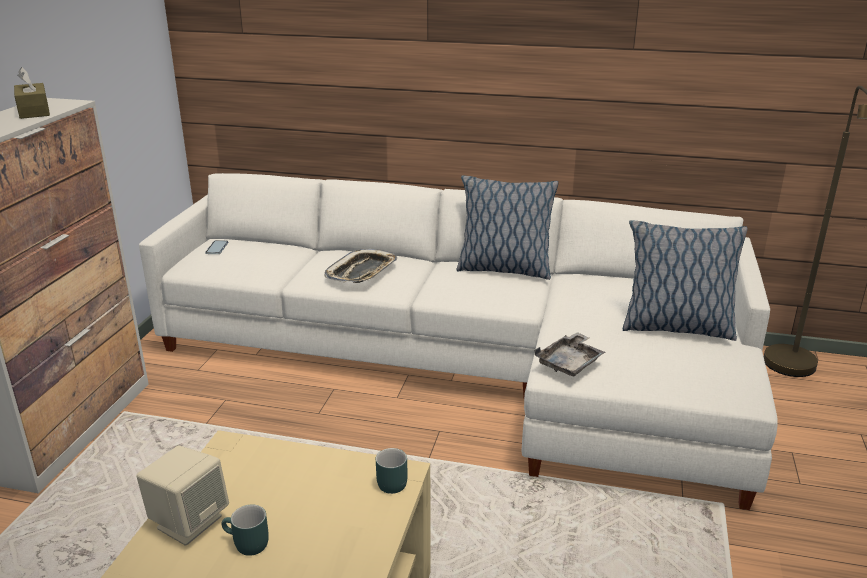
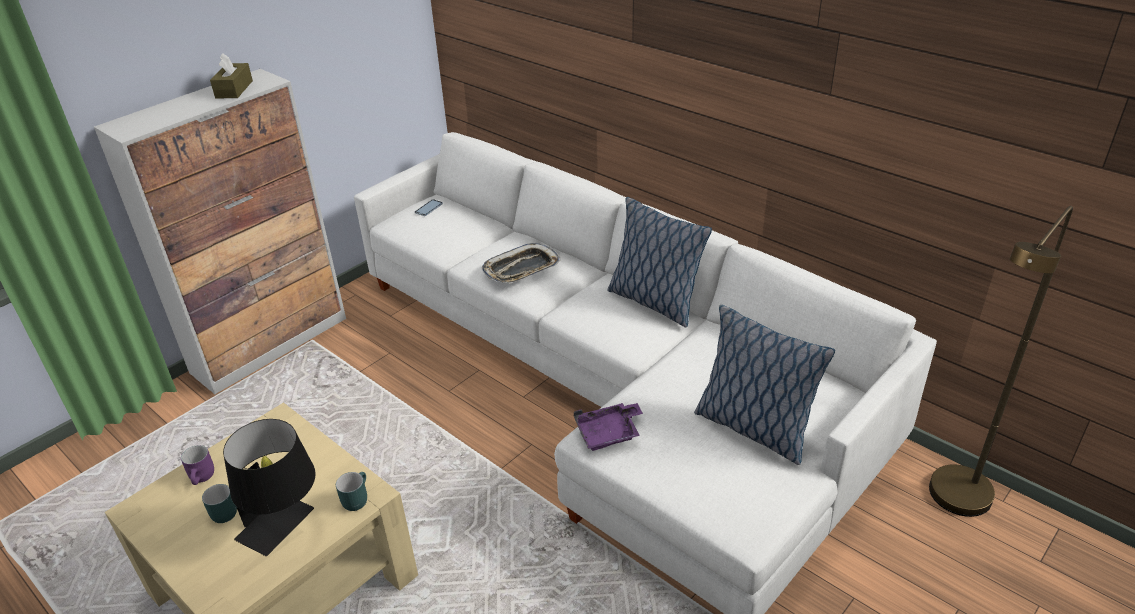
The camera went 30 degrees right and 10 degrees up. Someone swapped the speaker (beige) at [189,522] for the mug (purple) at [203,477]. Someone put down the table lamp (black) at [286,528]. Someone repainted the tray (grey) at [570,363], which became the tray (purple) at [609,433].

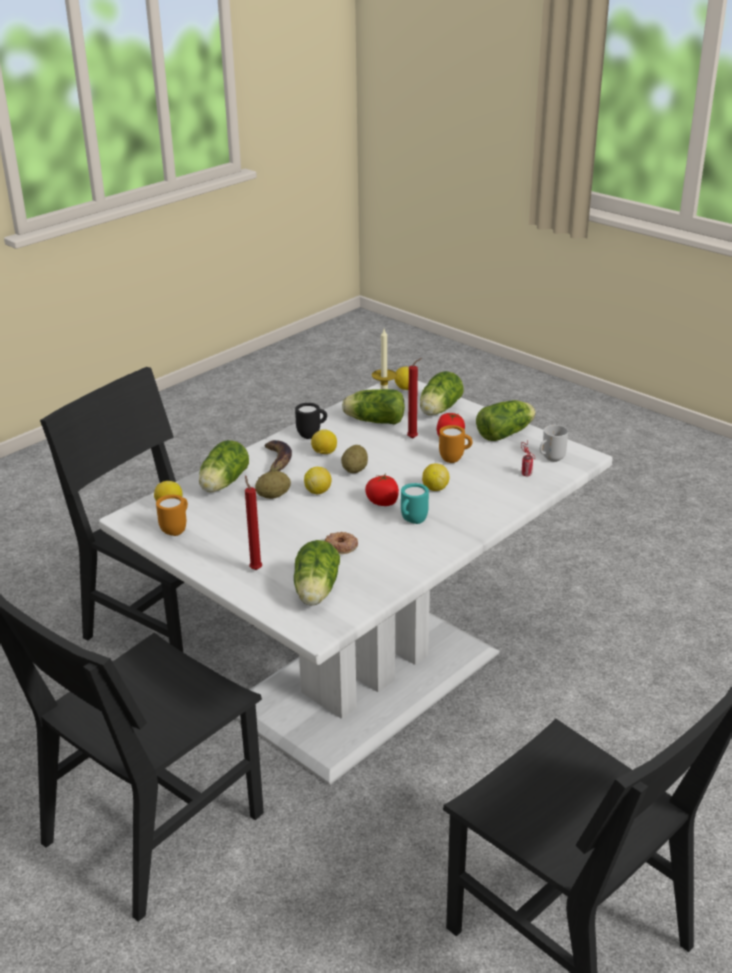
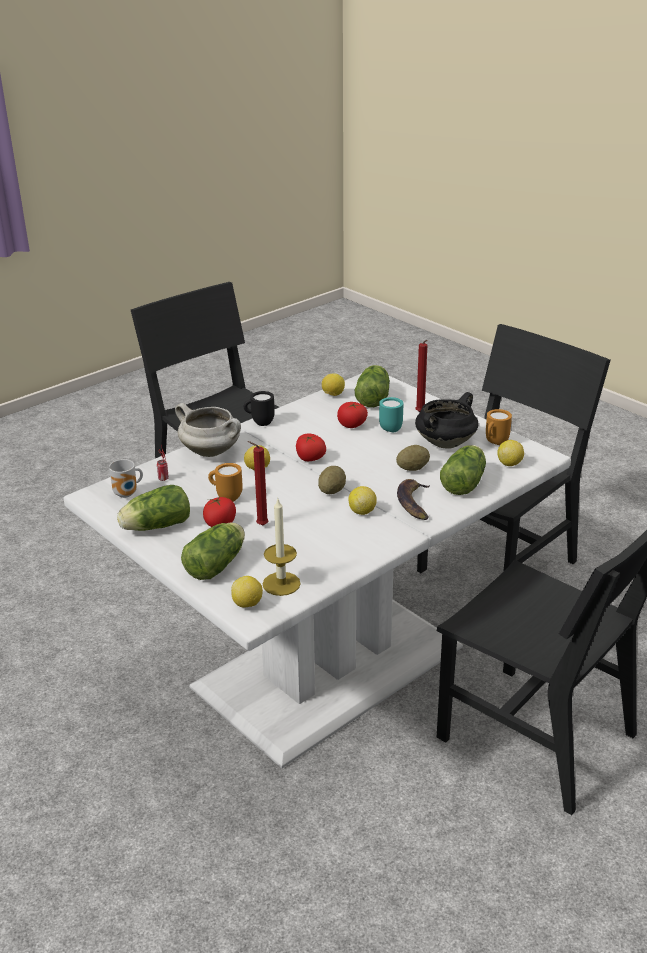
The camera went 175 degrees left and 0 degrees up. Someone put down the cooking pot (white) at [211,452]. Someone carried the mug (black) from [312,435] to [259,423]. Someone carried the lemon from [318,491] to [333,395]. Someone swapped the donut at [341,546] for the tomato at [352,425]. Someone carried the mug (turquoise) from [412,522] to [393,428]. Someone put down the cooking pot (black) at [445,443]. Someone took away the lettuce at [373,421].

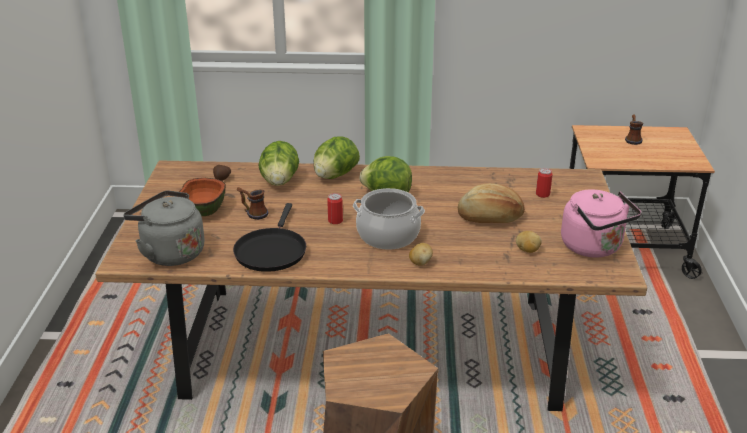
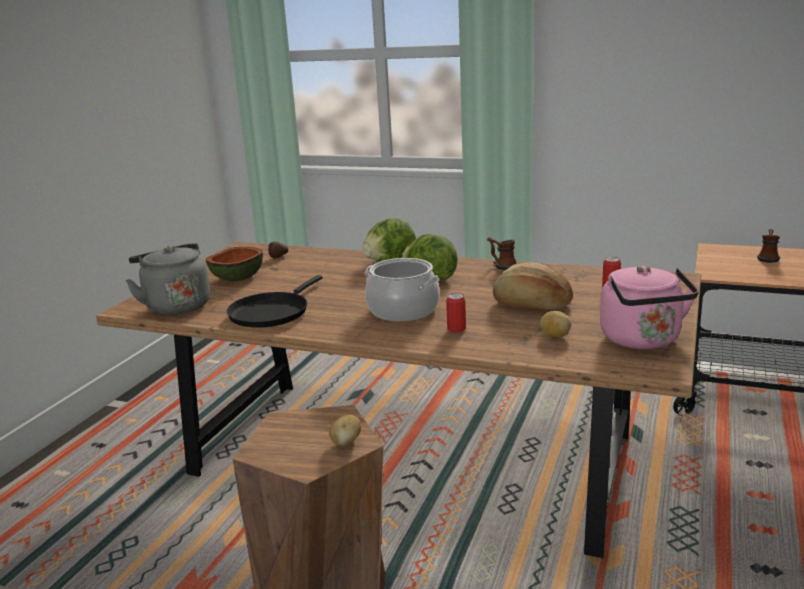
The camera went 20 degrees right and 10 degrees down. Someone carried the potato from [420,262] to [346,443]. Someone carried the can from [335,221] to [456,329]. Someone carried the mug from [253,213] to [501,265]. Someone took away the lettuce at [280,181].

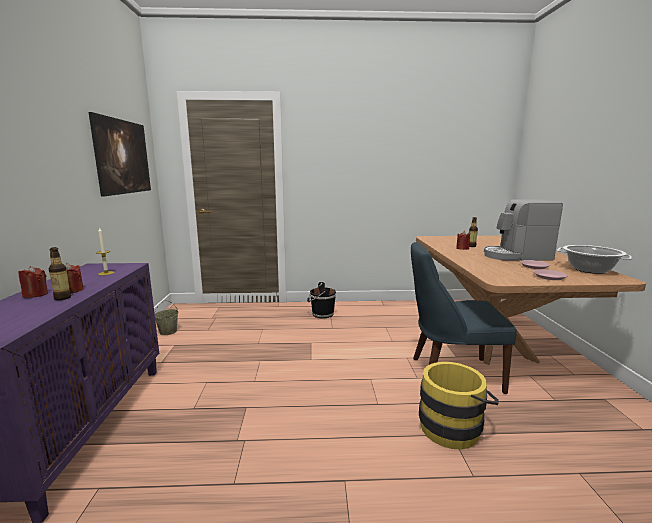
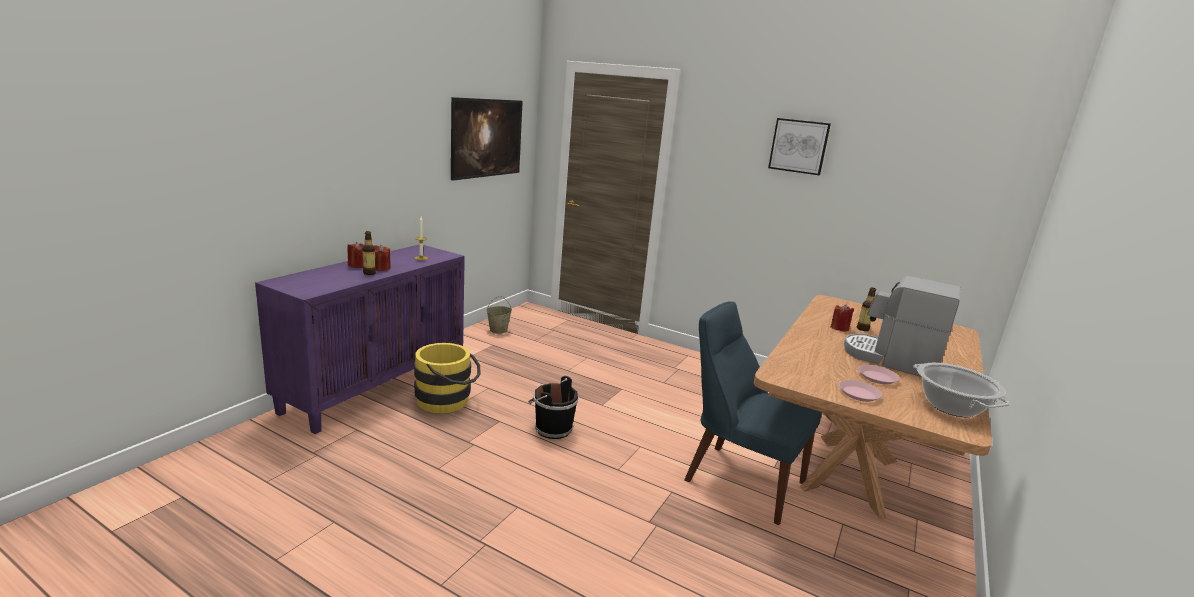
The camera went 30 degrees right and 5 degrees up. Someone carried the bucket (yellow) from [453,427] to [448,401]. Someone carried the bucket (black) from [321,314] to [551,428]. Someone put up the picture at [799,146].

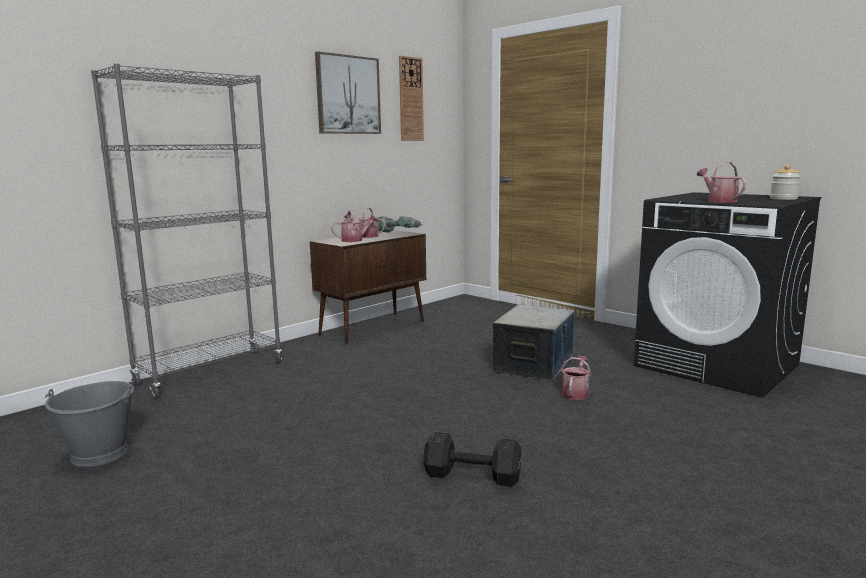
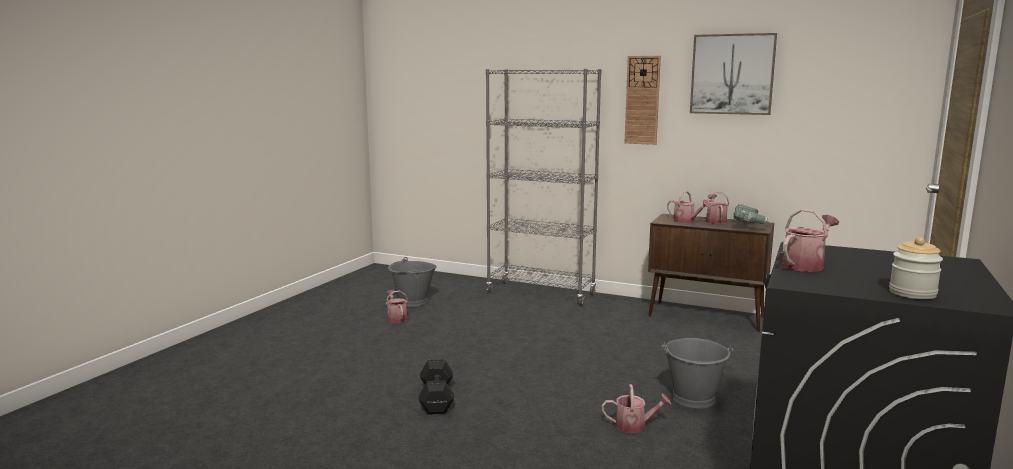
The camera went 70 degrees right and 0 degrees up. Someone put down the watering can at [396,318]. Someone carried the wall clock from [410,99] to [642,100]. Someone swapped the storage box at [534,364] for the bucket (grey) at [694,399].

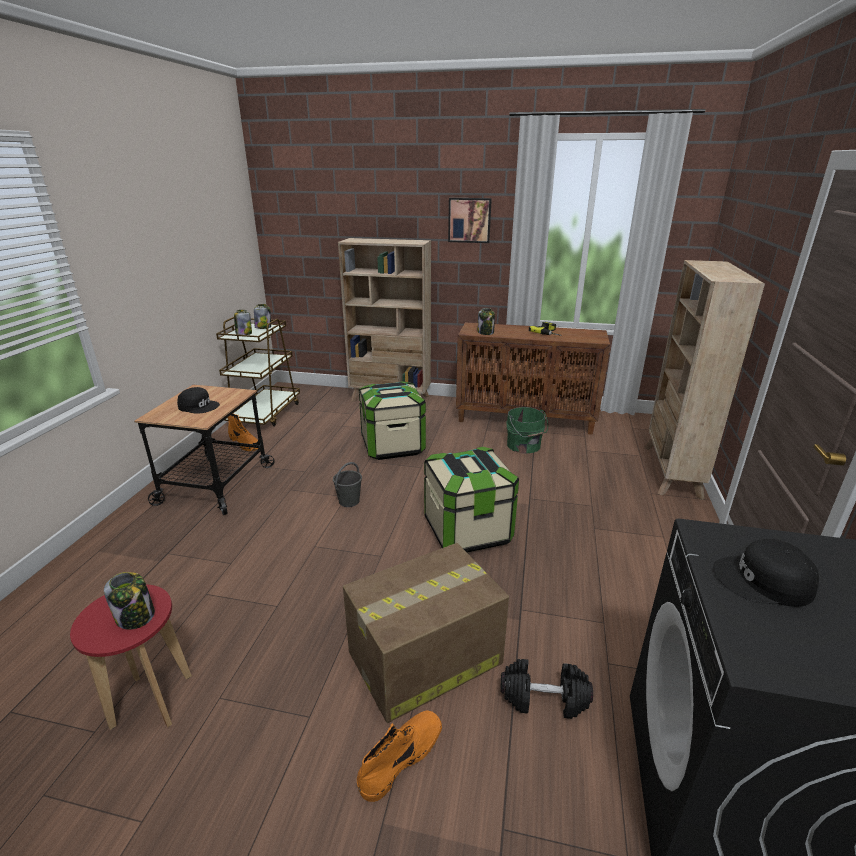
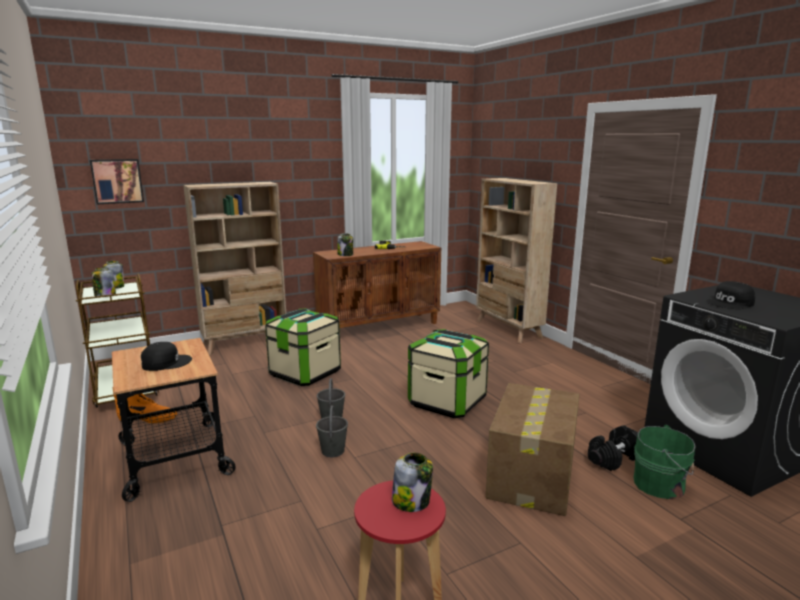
The camera went 40 degrees left and 10 degrees down. Someone carried the picture from [469,220] to [117,181]. Someone put down the bucket (grey) at [333,450]. Someone carried the bucket (green) from [524,446] to [661,484]. Someone took away the boot (orange) at [402,757].

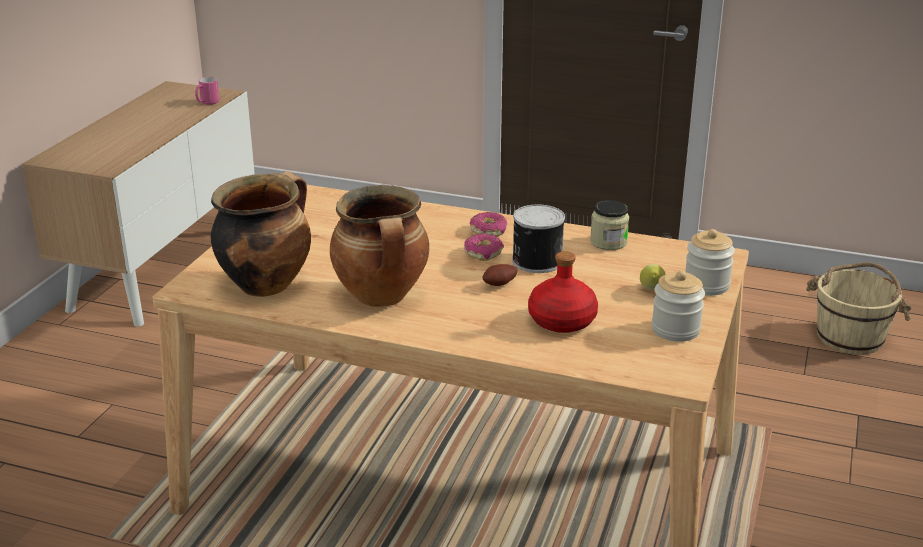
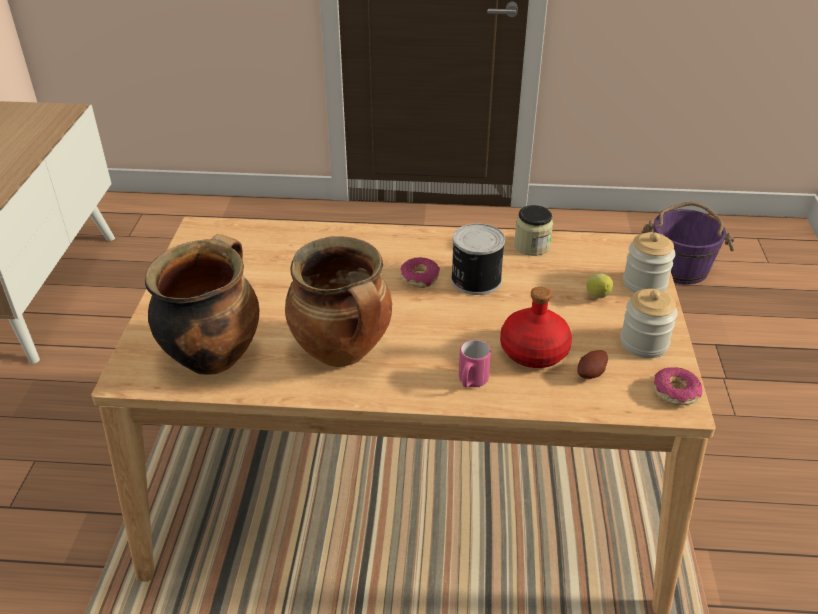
The camera went 15 degrees left and 10 degrees up. Someone carried the mug (pink) from [207,103] to [471,382]. Someone carried the potato from [500,285] to [592,374]. Someone repainted the bucket (beige) at [850,337], which became the bucket (purple) at [680,267]. Someone carried the donut from [488,230] to [675,392].

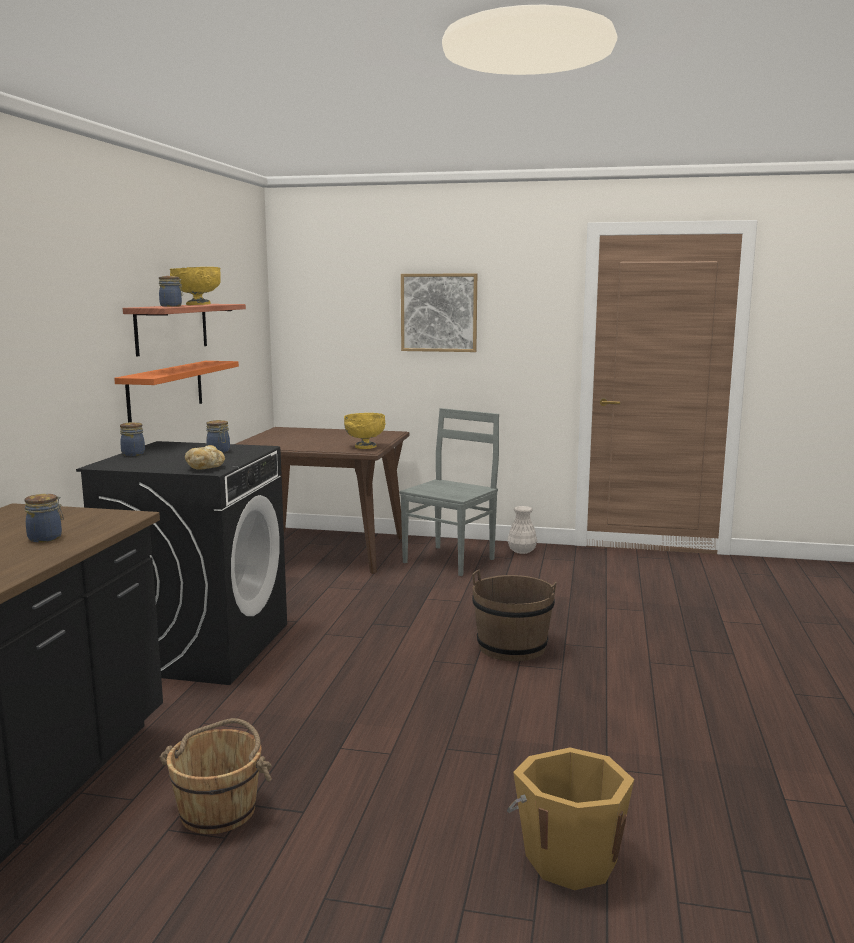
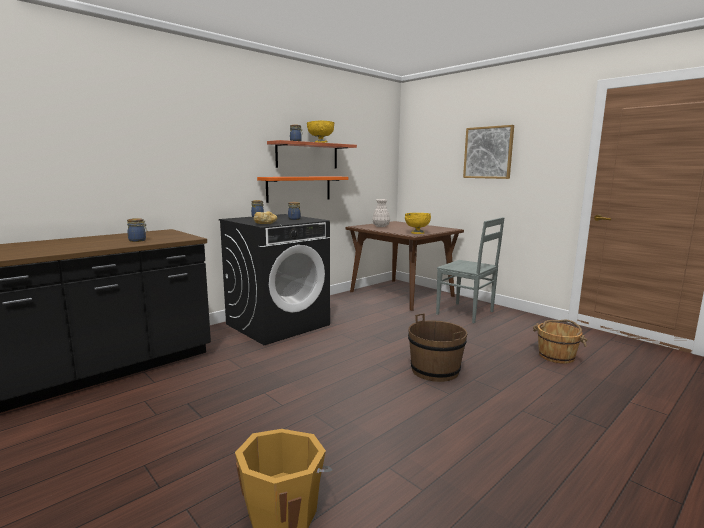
The camera went 35 degrees right and 0 degrees up. Someone carried the vase (white) from [521,551] to [381,226]. Someone rotated the chair (grey) at [450,560] by 60 degrees clockwise. Someone carried the bucket (brown) from [219,810] to [556,356].

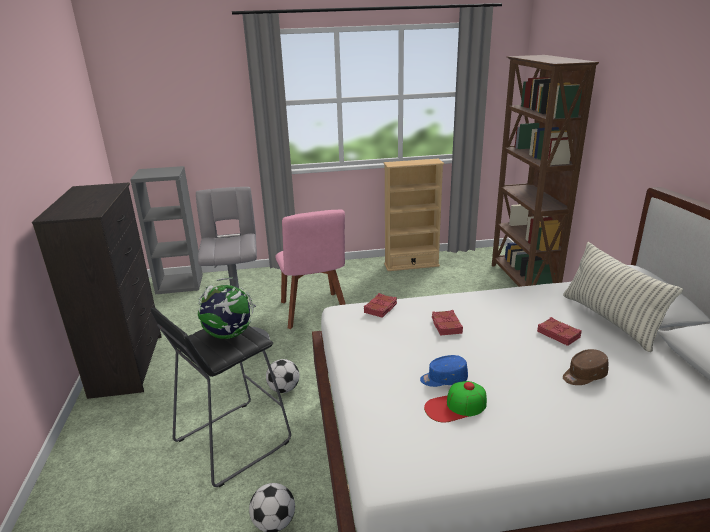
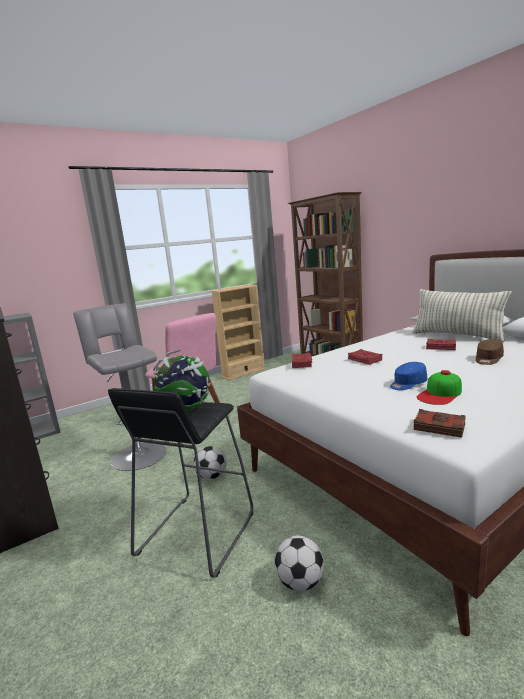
The camera went 25 degrees left and 10 degrees down. Someone put down the book (brown) at [439,427].

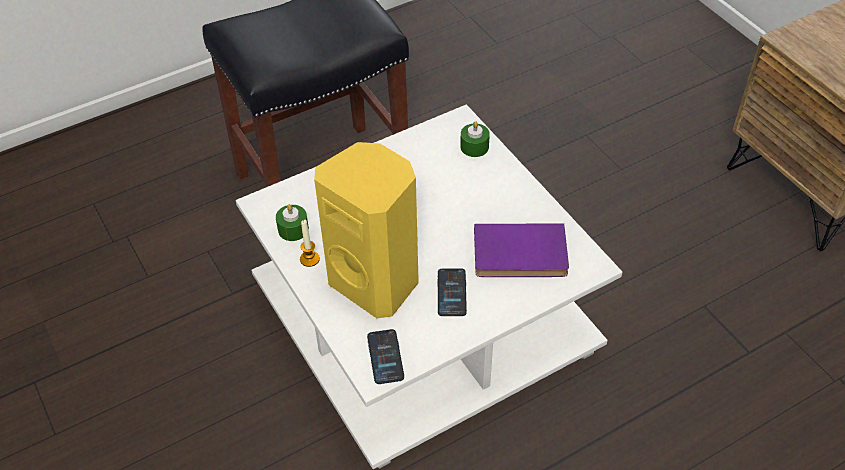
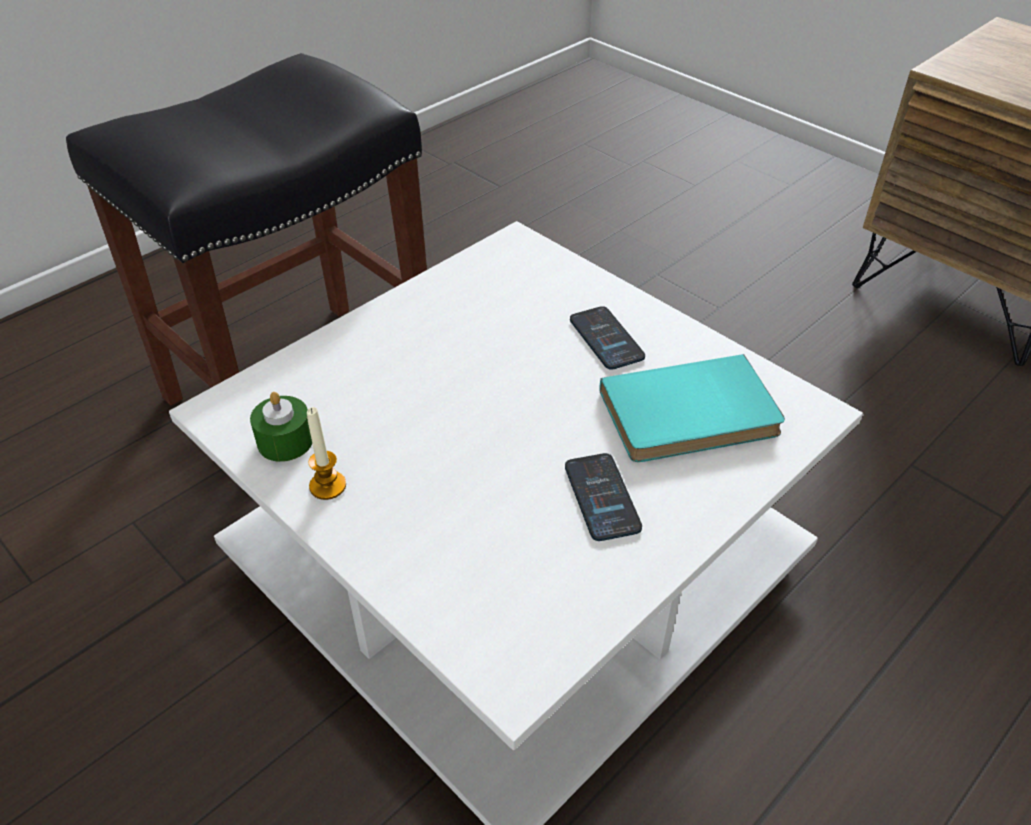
The camera went 15 degrees left and 5 degrees down. Someone carried the phone from [385,357] to [606,339]. Someone repainted the book (purple) at [520,256], which became the book (turquoise) at [691,417]. Someone took away the speaker (yellow) at [376,282]. Someone took away the candle (green) at [474,147].

